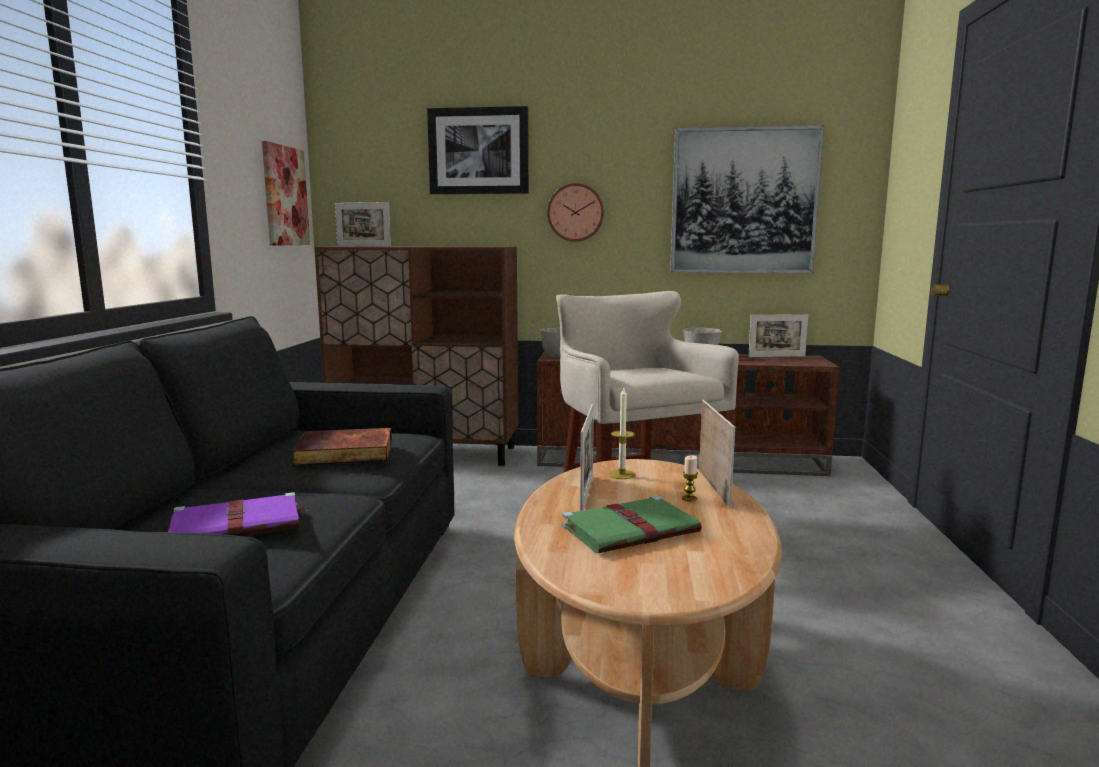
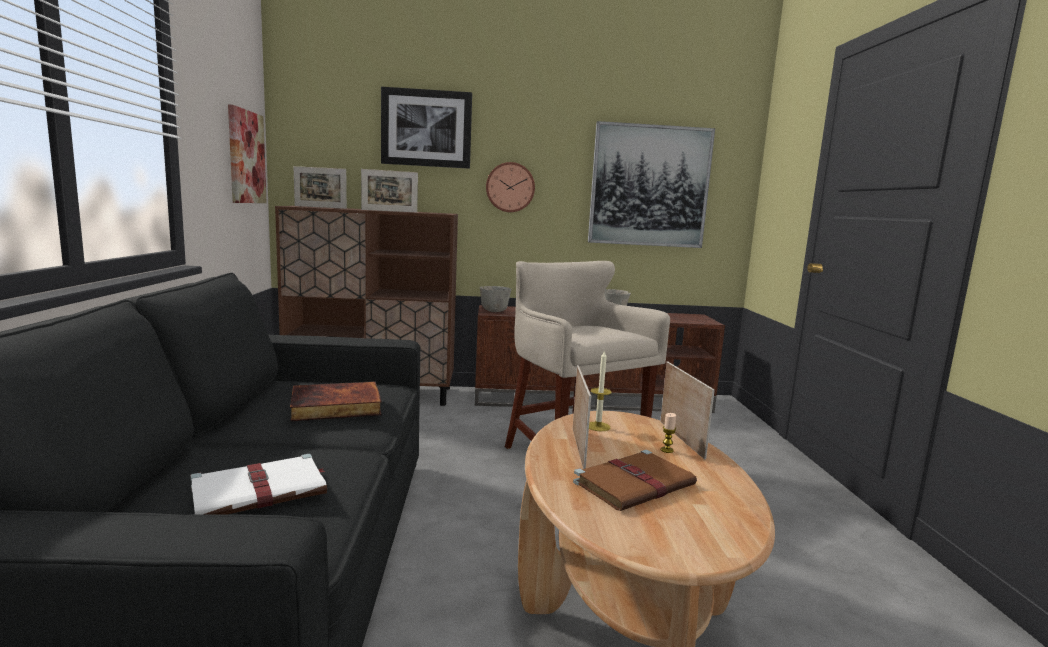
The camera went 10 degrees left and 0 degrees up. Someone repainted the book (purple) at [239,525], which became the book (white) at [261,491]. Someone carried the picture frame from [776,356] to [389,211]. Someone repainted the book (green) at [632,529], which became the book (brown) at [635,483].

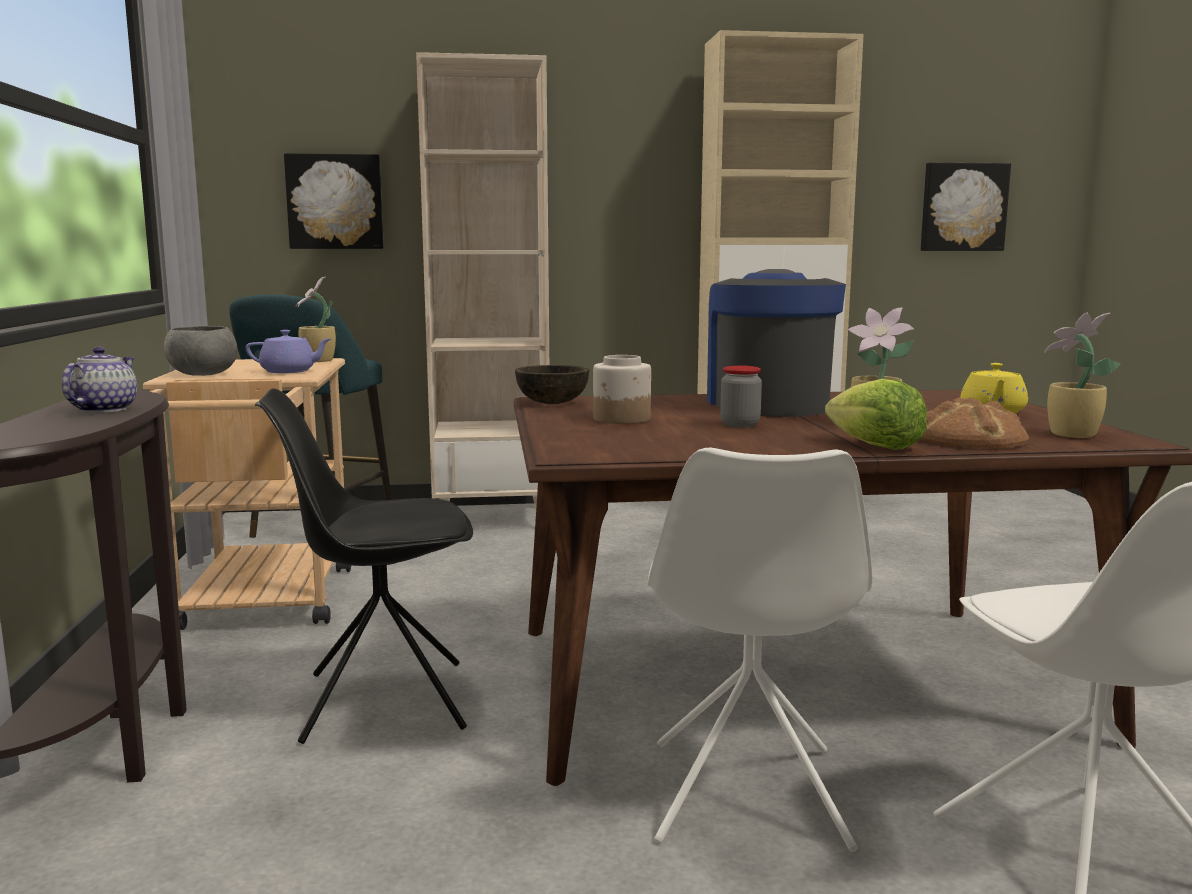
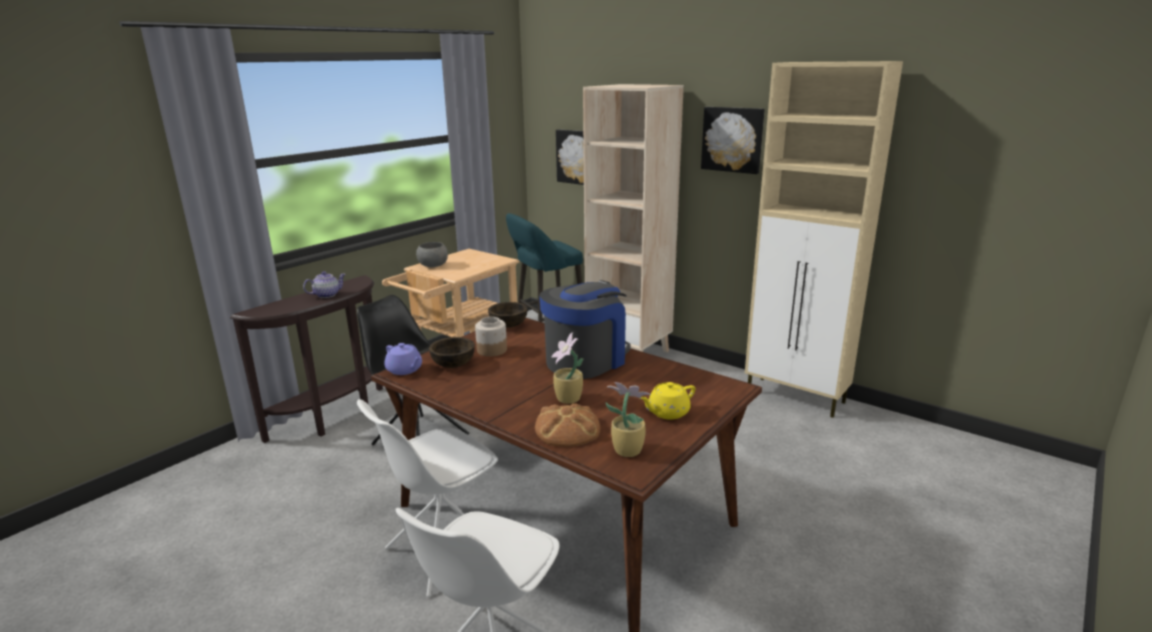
The camera went 45 degrees right and 10 degrees up. Someone carried the teapot (purple) from [289,371] to [405,370]. Someone put down the bowl (brown) at [453,364]. Someone carried the picture from [963,207] to [733,139]. Someone took away the potted plant at [318,361]. Someone took away the jar at [740,424]. Someone took away the lettuce at [874,446].

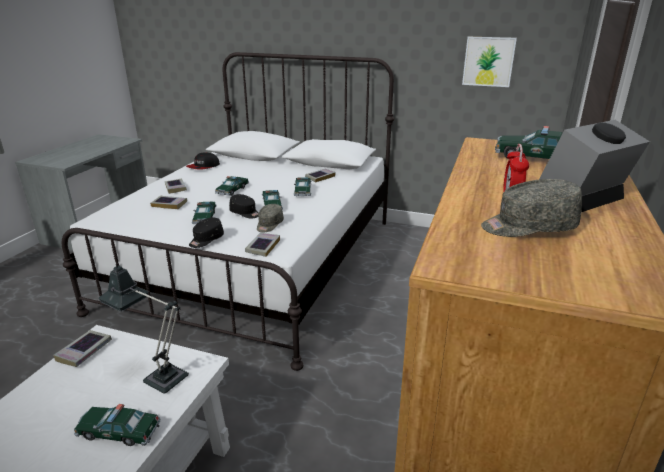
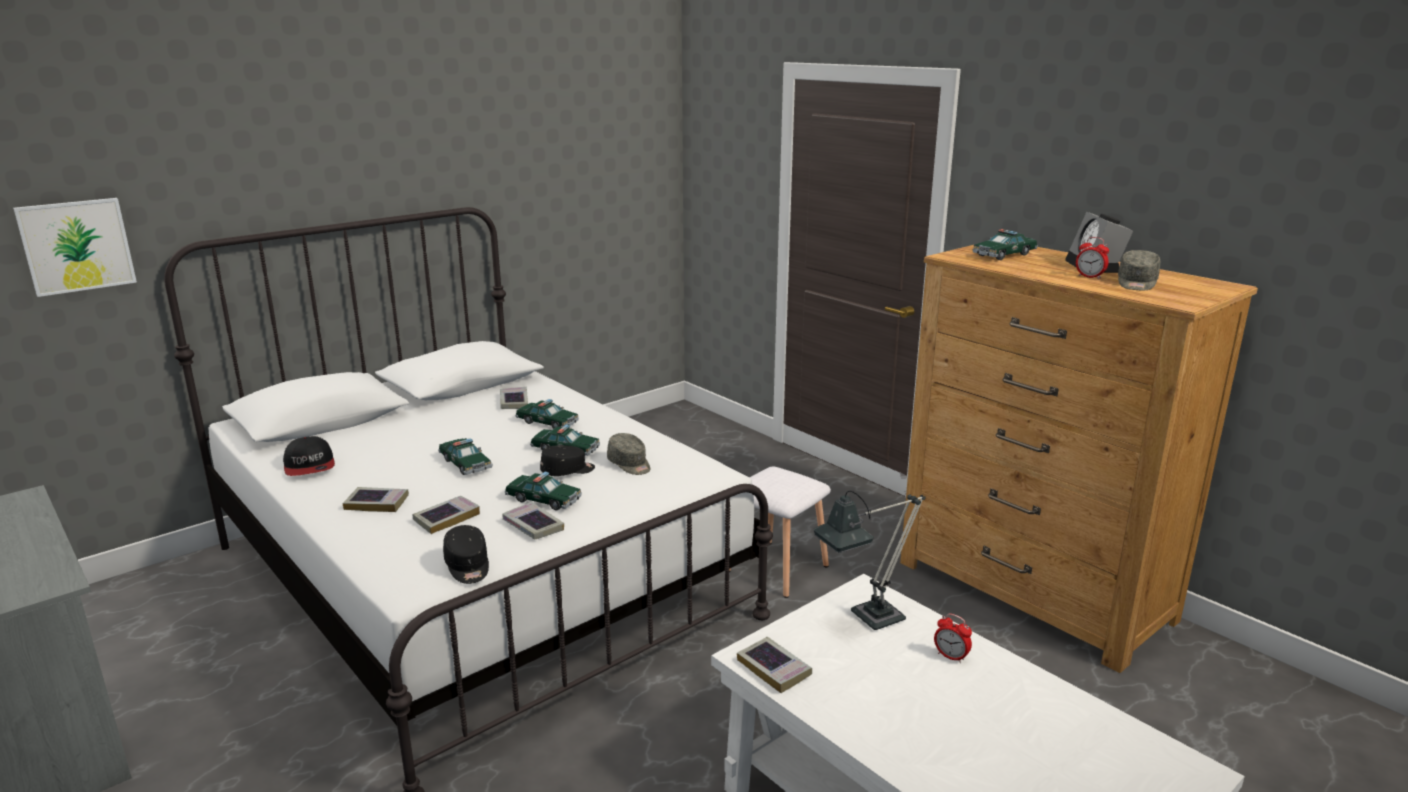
The camera went 60 degrees left and 5 degrees down. Someone carried the picture from [488,61] to [77,246]. Someone carried the cap (black) from [206,240] to [468,566]. Someone carried the book from [263,247] to [533,526]. Someone put down the stool (white) at [779,568]. Someone swapped the toy car at [119,432] for the alarm clock at [951,656].

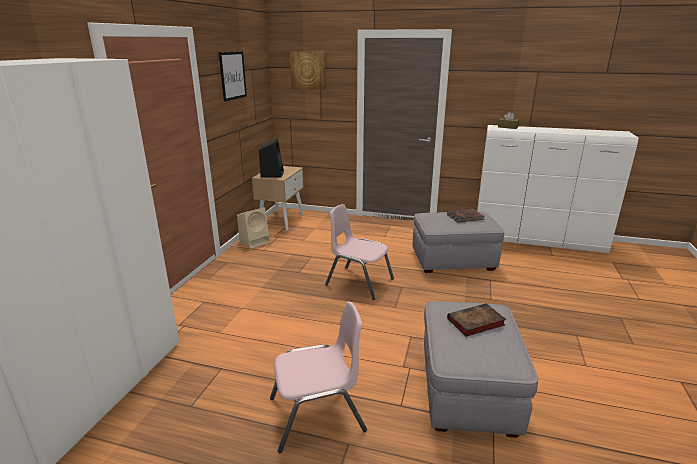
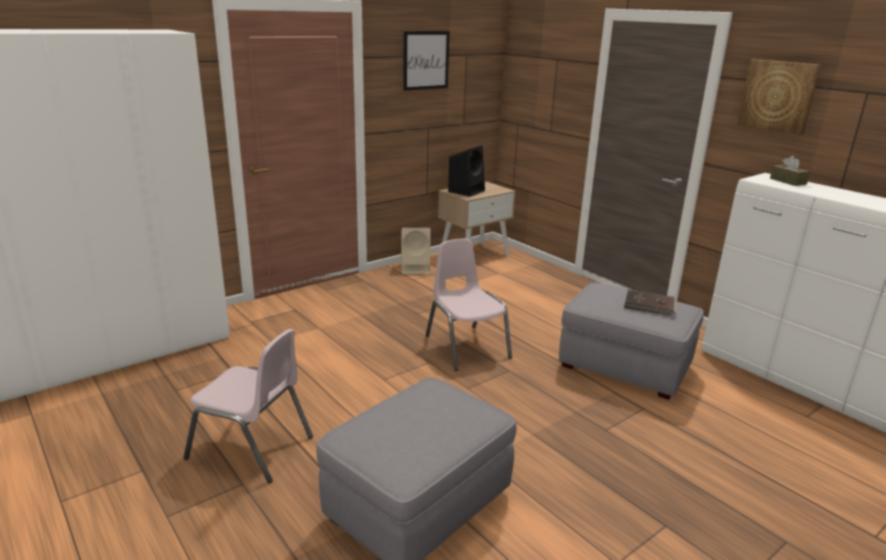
The camera went 35 degrees right and 0 degrees up. Someone carried the picture from [308,70] to [778,96]. Someone took away the book at [475,323].

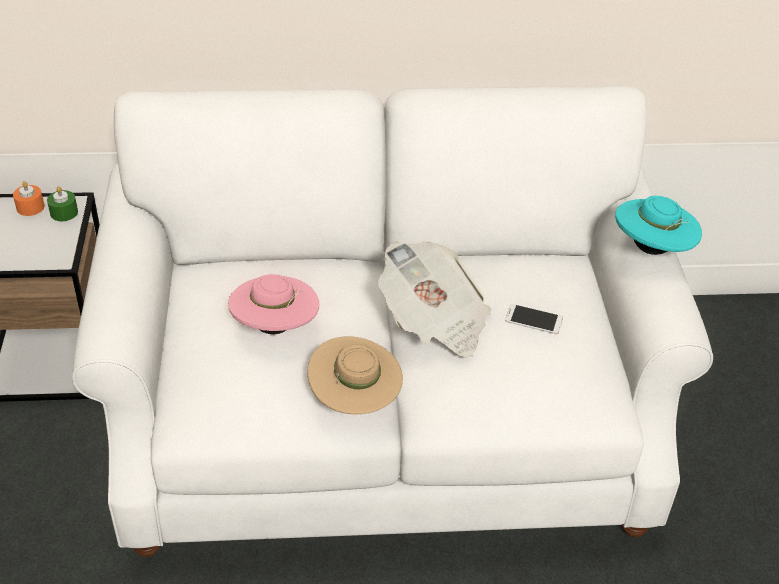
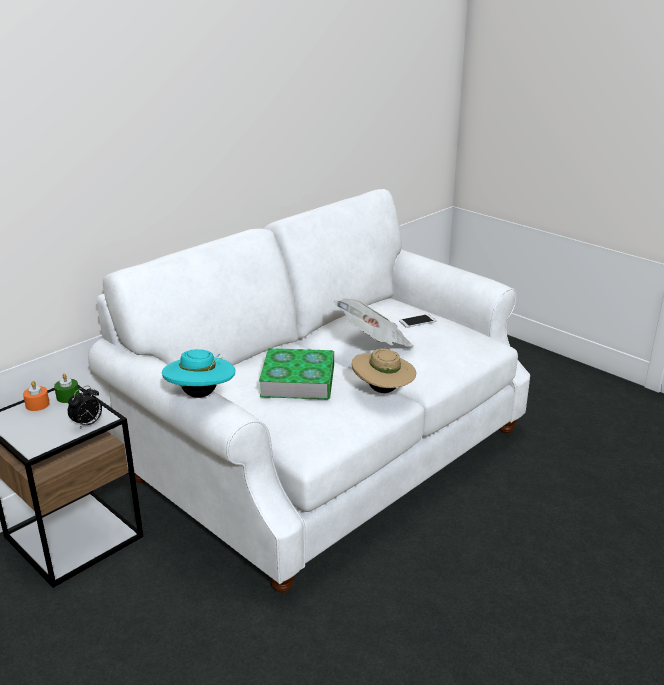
The camera went 40 degrees left and 15 degrees down. Someone put down the alarm clock at [88,424]. Someone carried the hat (turquoise) from [652,249] to [201,394]. Someone swapped the hat (pink) at [275,327] for the book at [298,380].

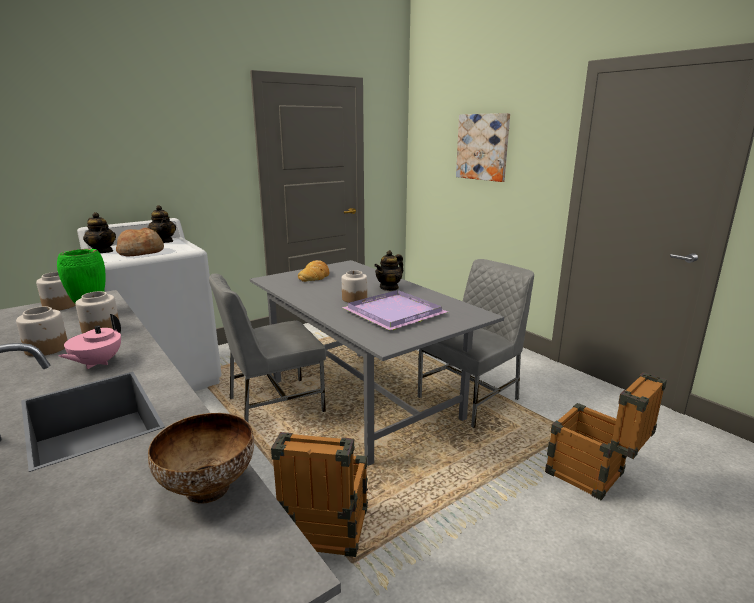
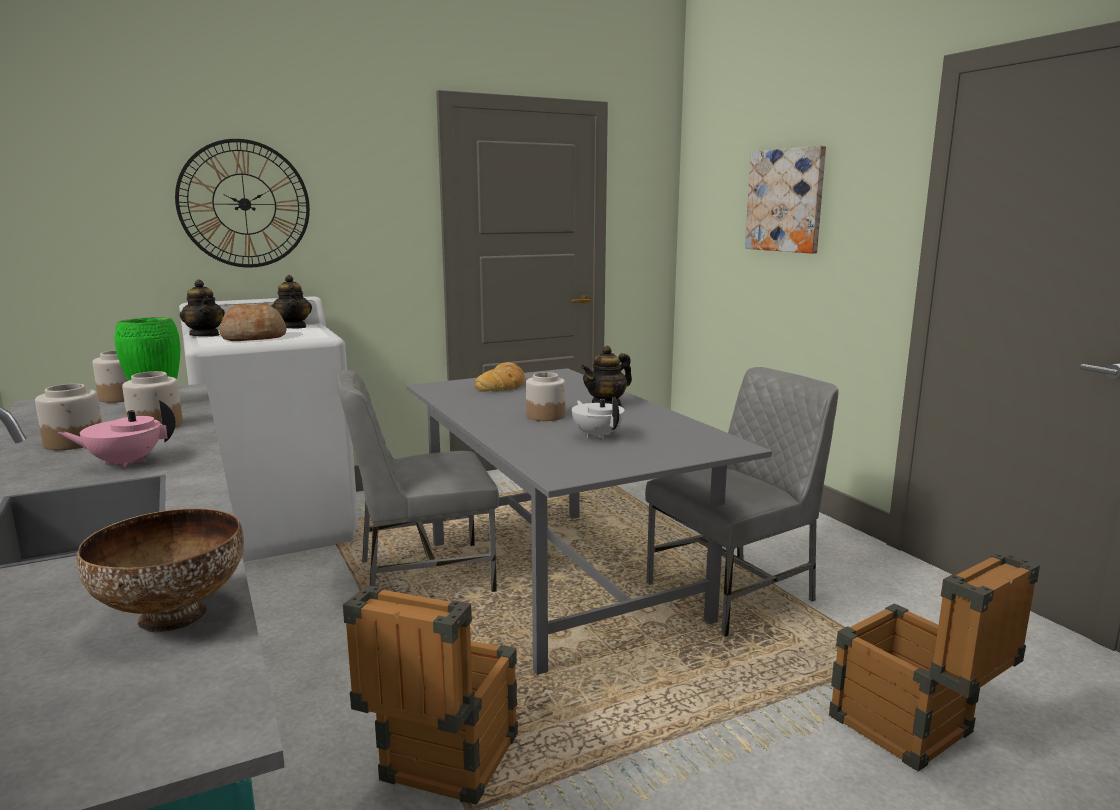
The camera went 10 degrees right and 5 degrees down. Someone rotated the teapot (pink) at [97,363] by 45 degrees clockwise. Someone put up the wall clock at [244,204]. Someone swapped the tray (purple) at [394,312] for the teapot (white) at [597,435].

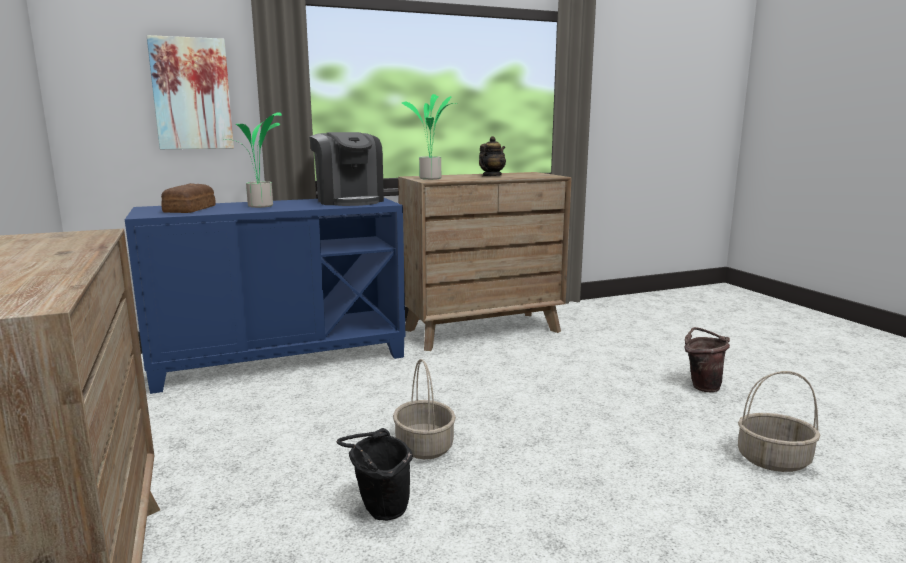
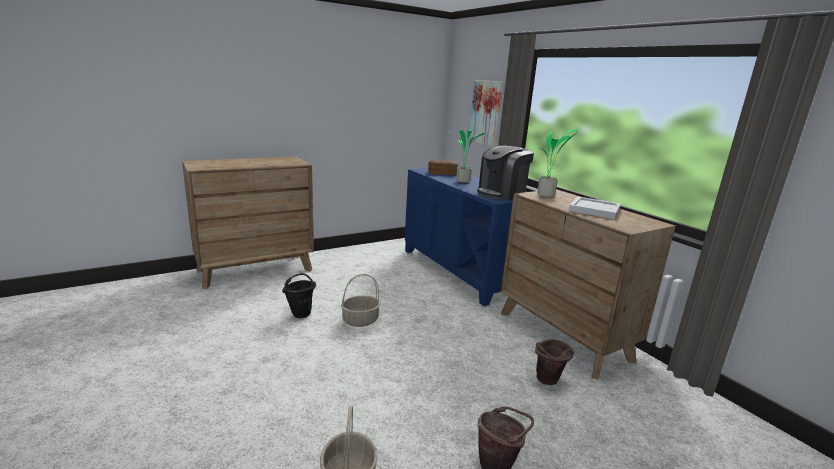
The camera went 80 degrees right and 5 degrees up. Someone put down the bucket (brown) at [548,382]. Someone swapped the teapot at [491,176] for the tray (white) at [593,209].

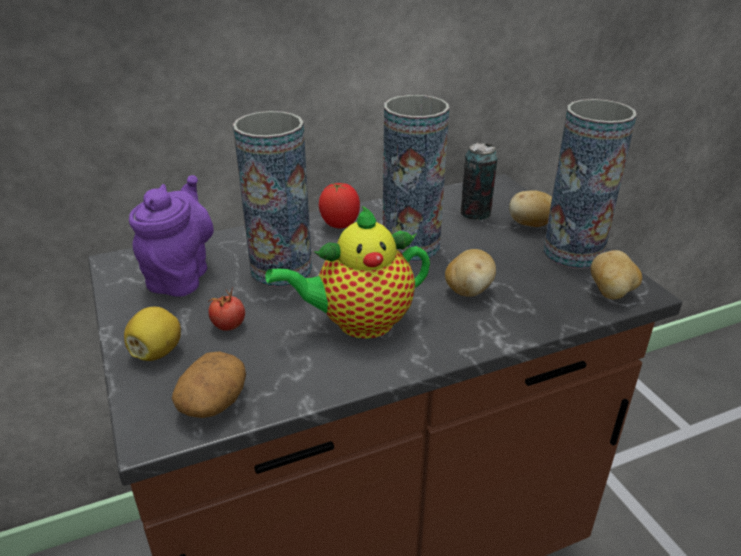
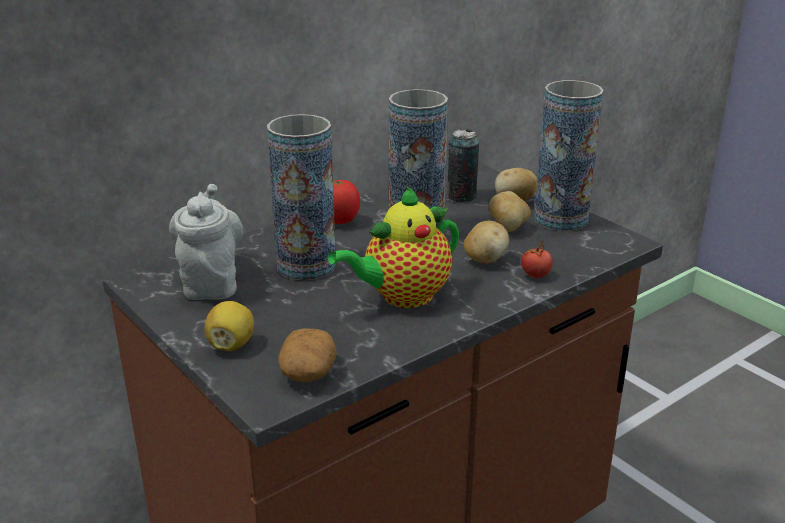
The camera went 15 degrees left and 5 degrees down. Someone repainted the teapot (purple) at [181,275], which became the teapot (grey) at [211,282]. Someone carried the potato from [611,293] to [508,228]. Someone carried the tomato from [228,325] to [535,275].

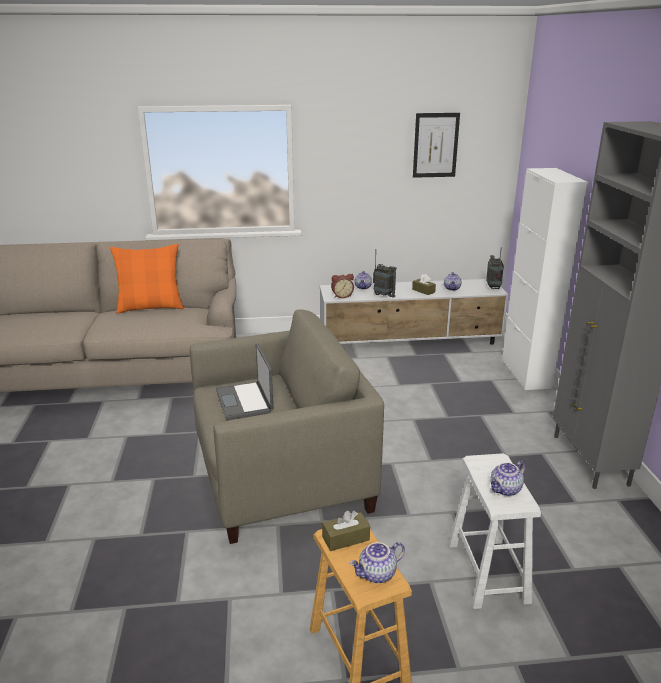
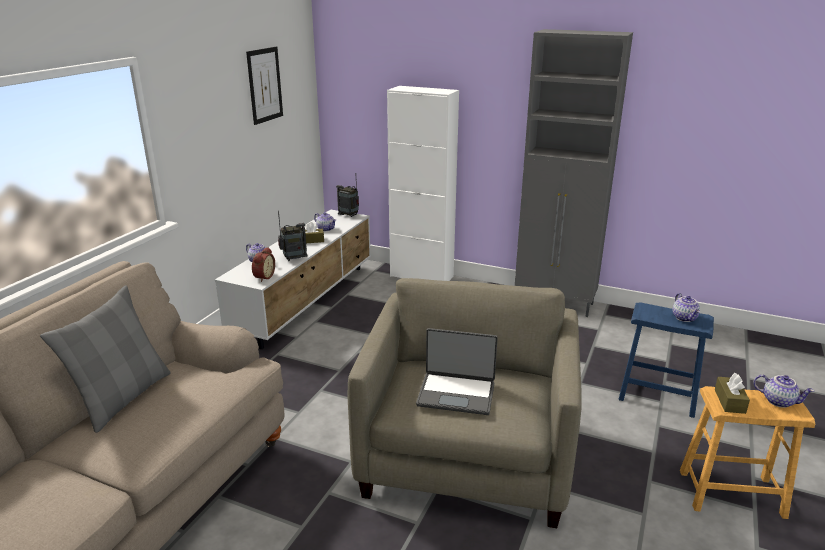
The camera went 60 degrees left and 0 degrees up. Someone repainted the pillow (orange) at [150,307], which became the pillow (grey) at [123,398]. Someone repainted the stool (white) at [488,572], which became the stool (blue) at [657,395]. Someone rotated the teapot at [377,575] by 60 degrees counterclockwise.

